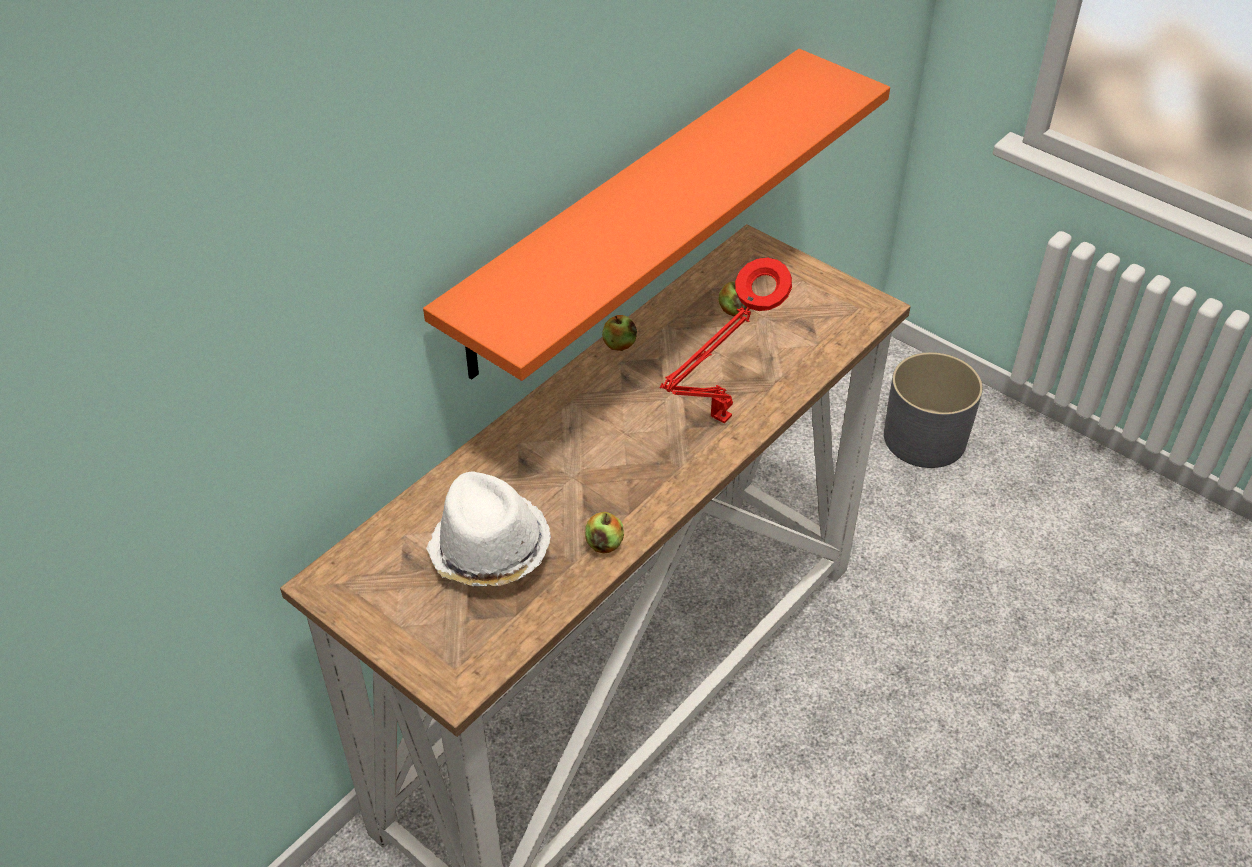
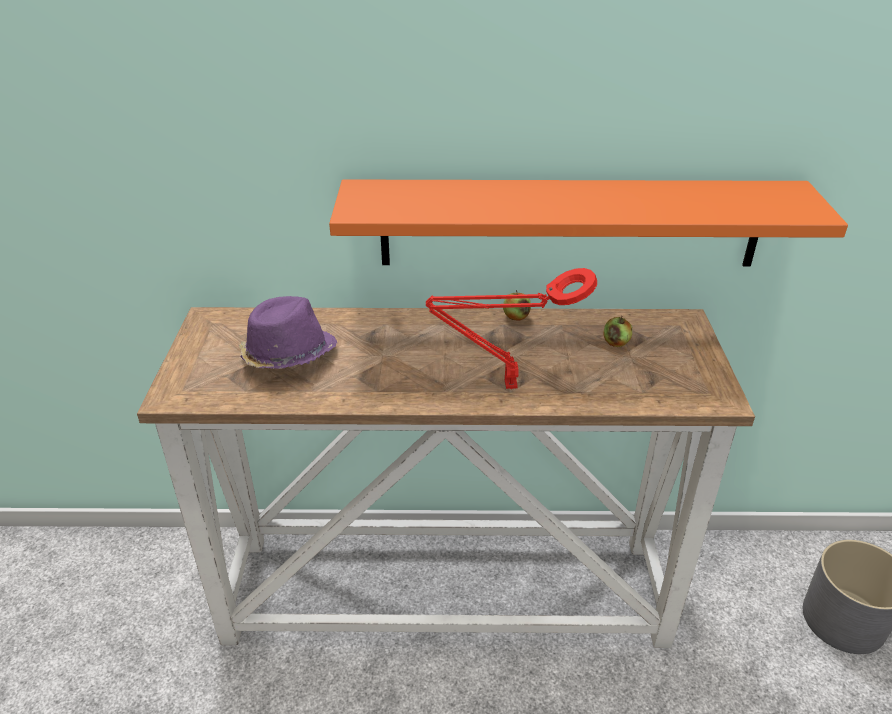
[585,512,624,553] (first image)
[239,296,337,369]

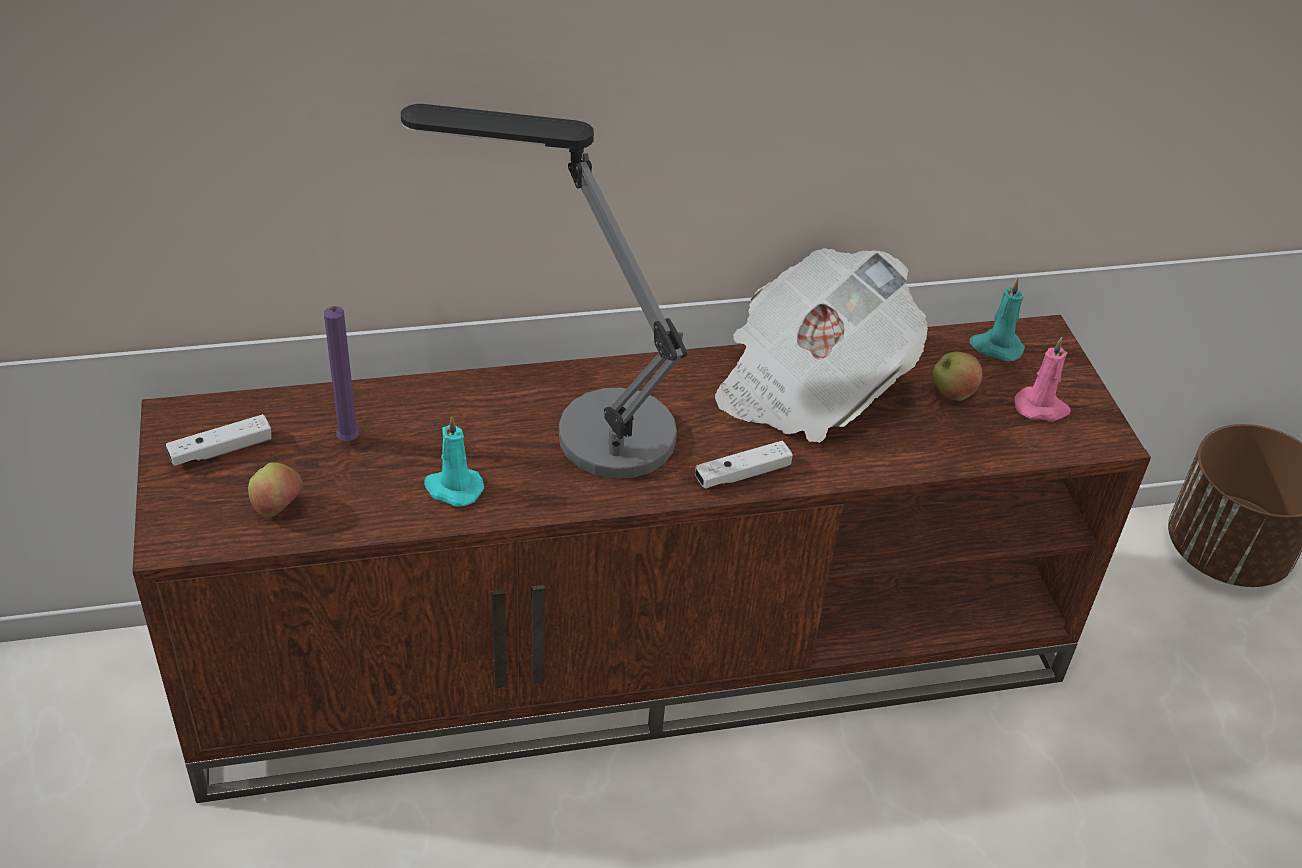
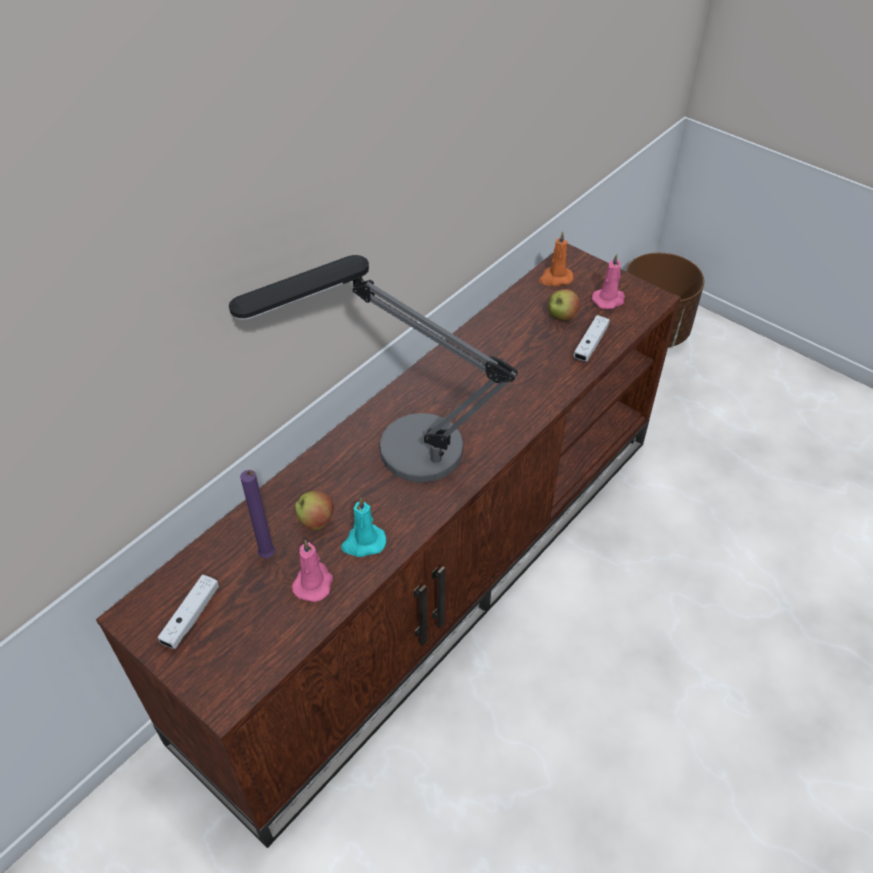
[715,248,928,443] (first image)
[292,540,333,602]
[295,491,334,530]
[573,315,610,361]
[539,231,573,286]

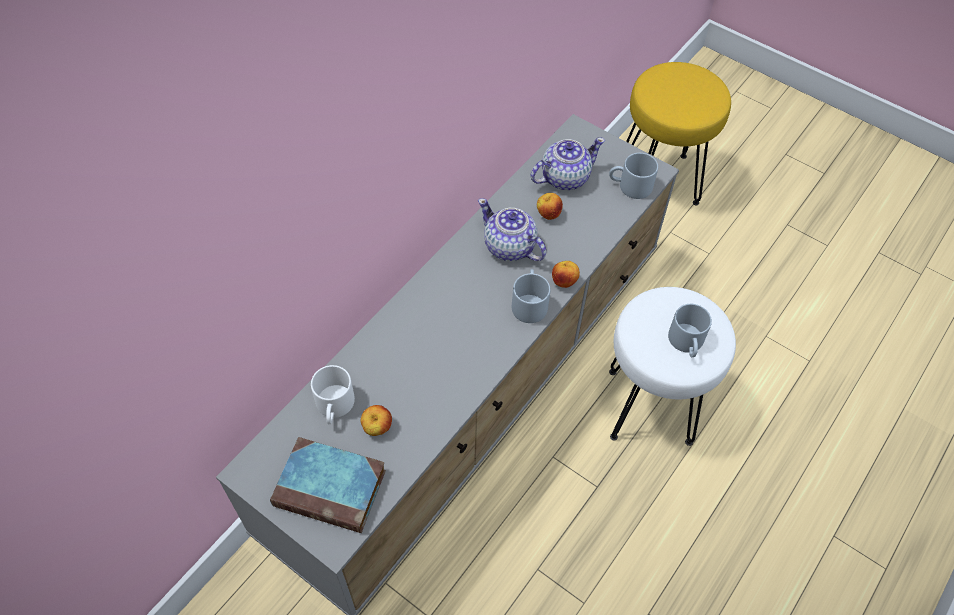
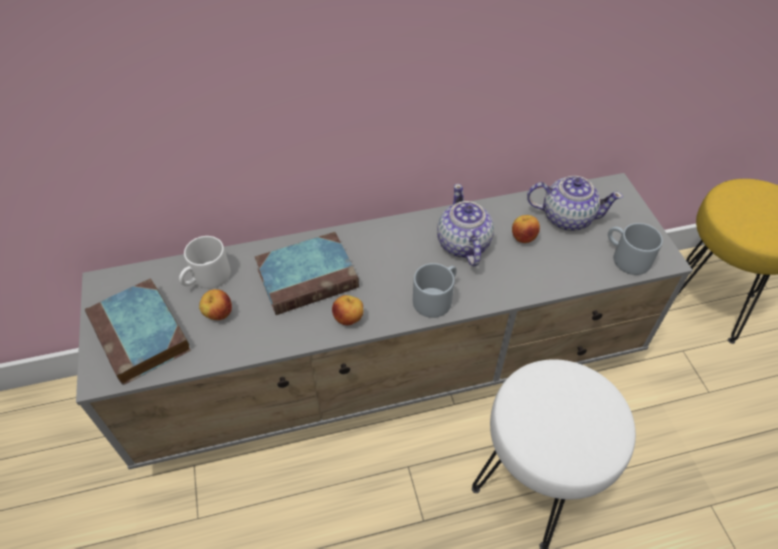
[668,304,712,357] (first image)
[255,232,359,315]
[332,295,364,325]

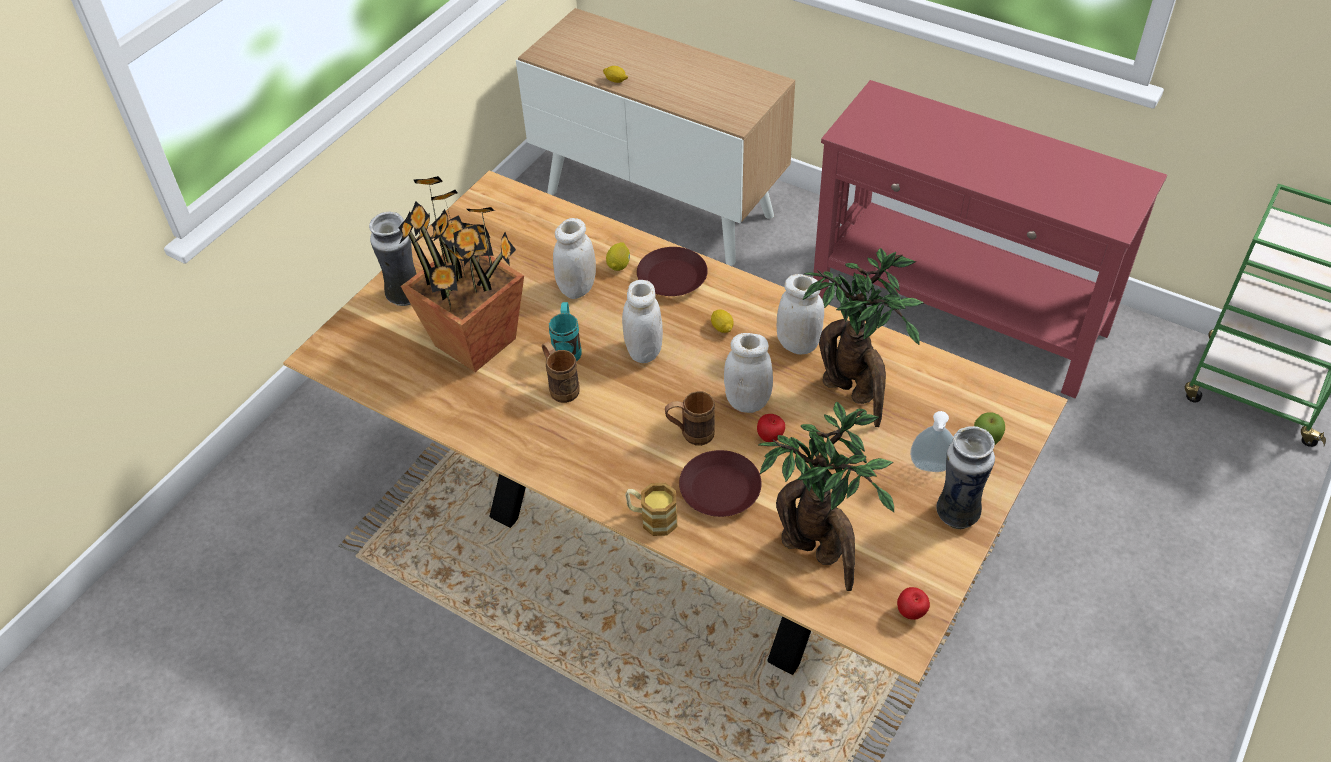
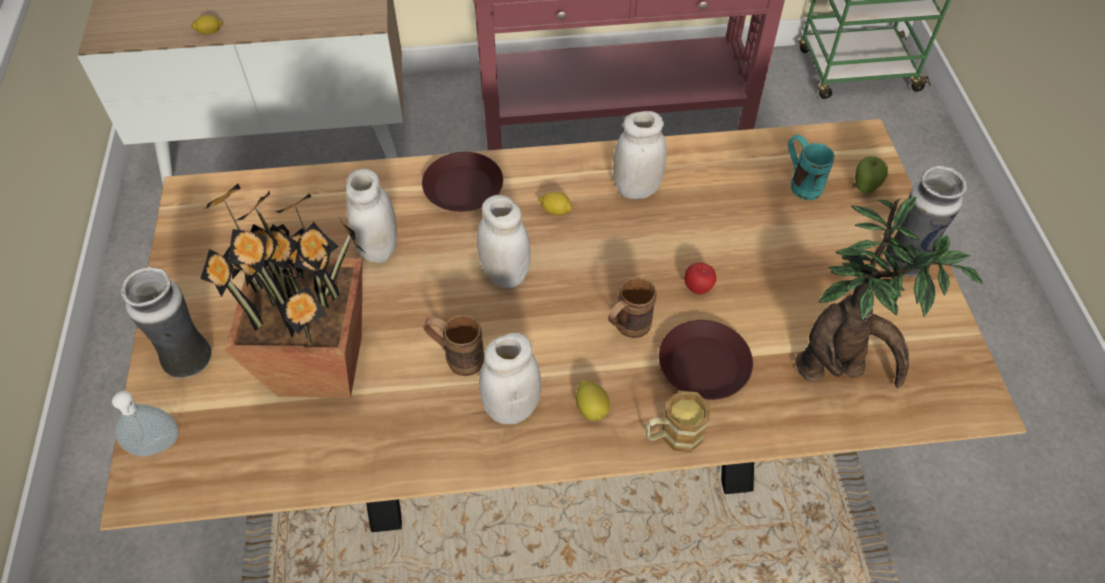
[803,248,924,427] (first image)
[897,587,930,620] (first image)
[788,135,835,200]
[576,380,610,421]
[479,333,541,424]
[112,391,179,457]

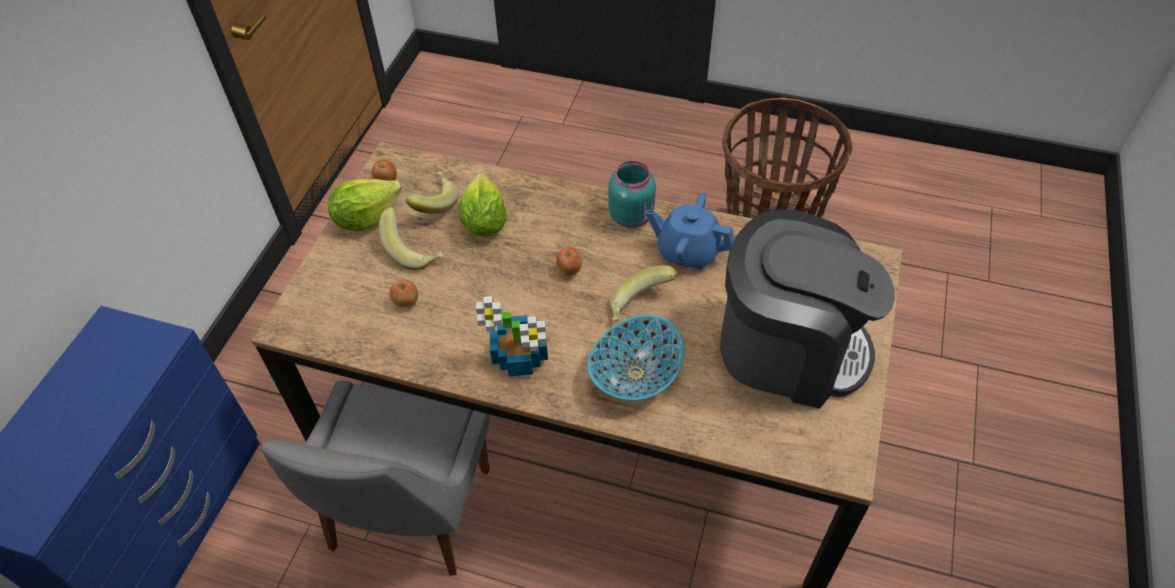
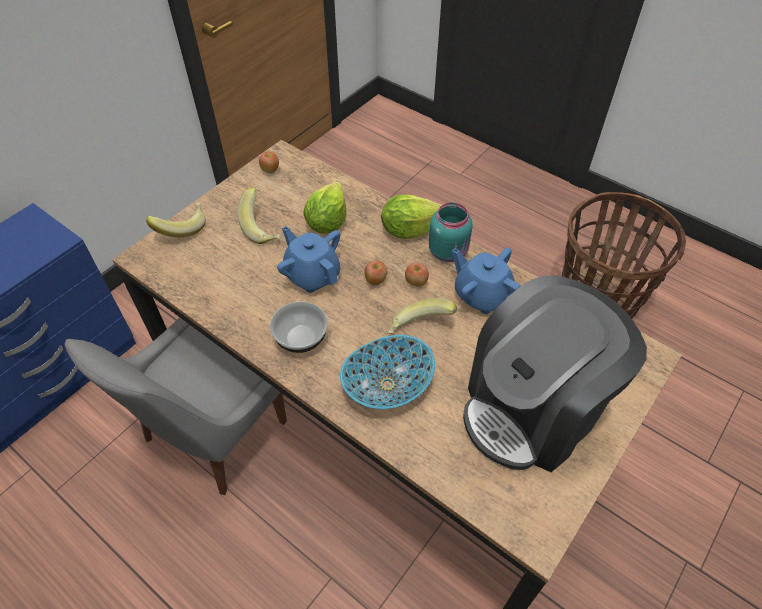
[277,226,340,293]
[381,195,442,239]
[405,262,429,287]
[146,203,206,237]
[270,302,328,353]
[463,276,647,472]

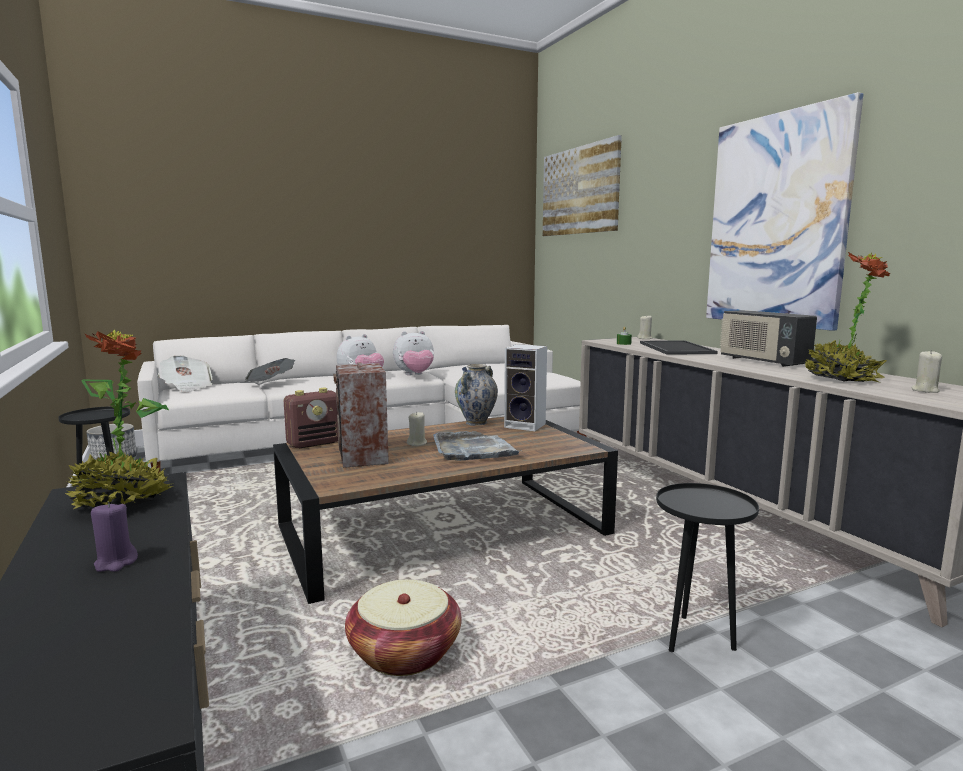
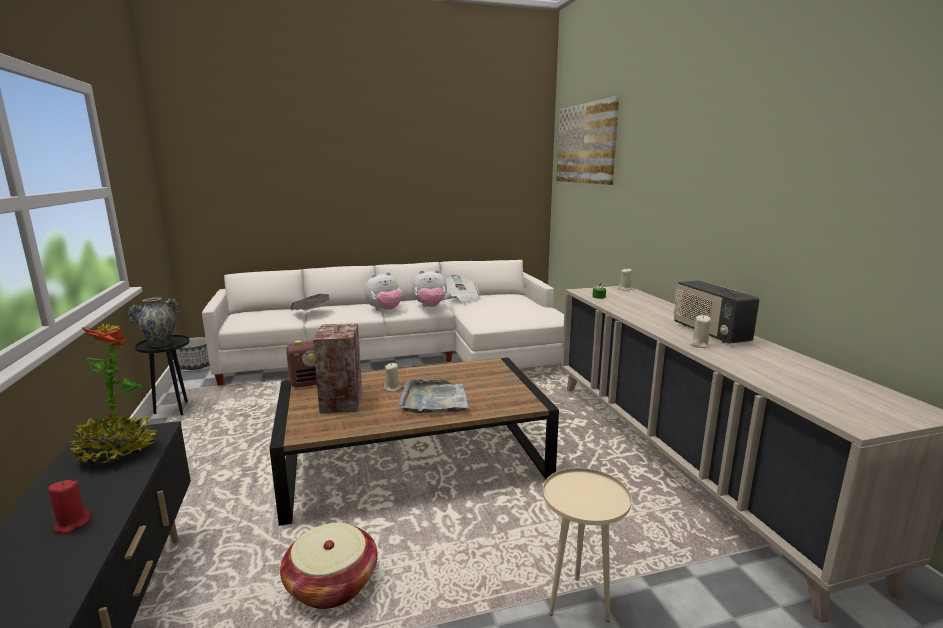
[504,344,547,431] (first image)
[640,340,718,355] (first image)
[706,92,863,331] (first image)
[805,252,890,382] (first image)
[445,275,480,303]
[128,297,180,347]
[690,315,711,348]
[48,480,91,534]
[543,468,632,622]

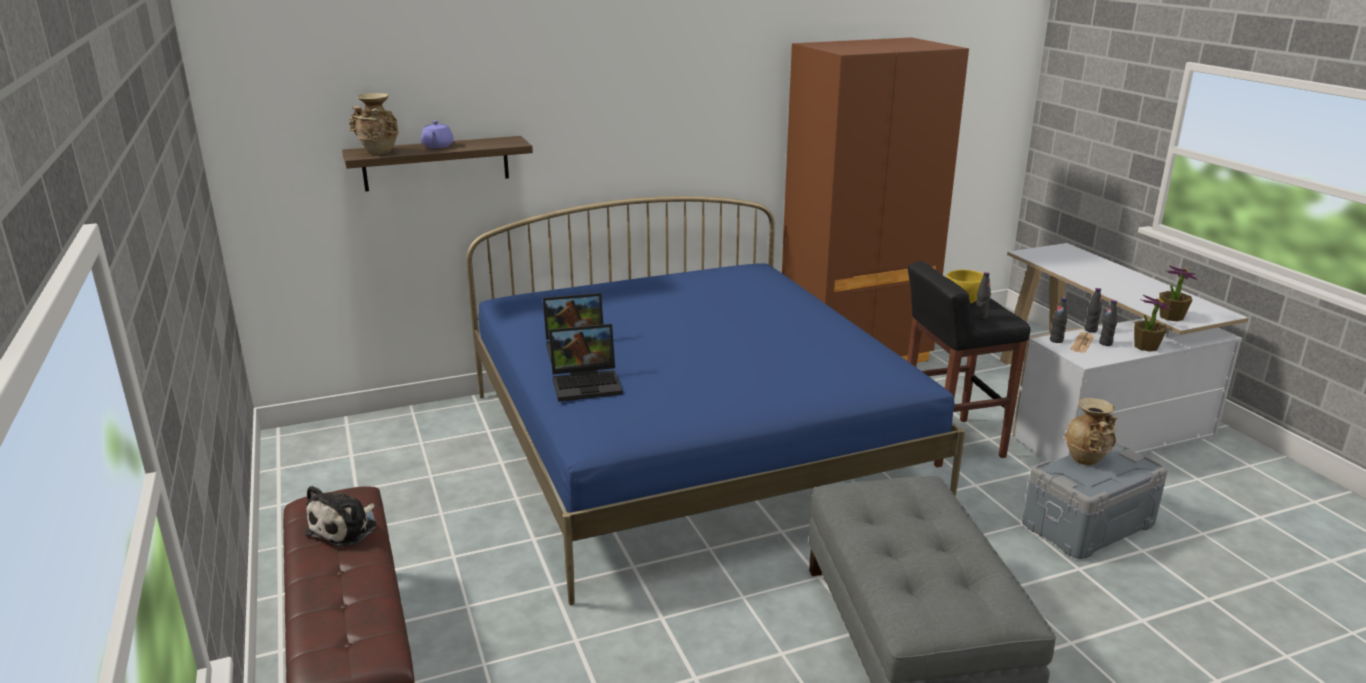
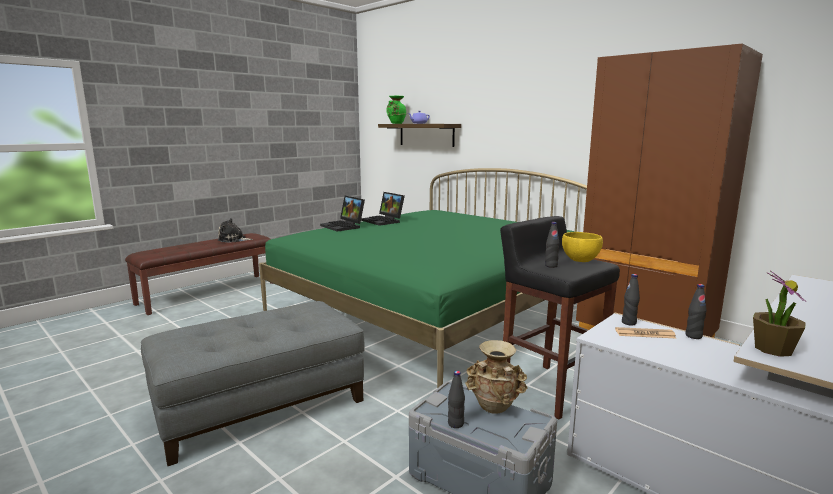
[1134,295,1172,352] (first image)
[448,371,465,428]
[386,96,406,124]
[259,168,587,388]

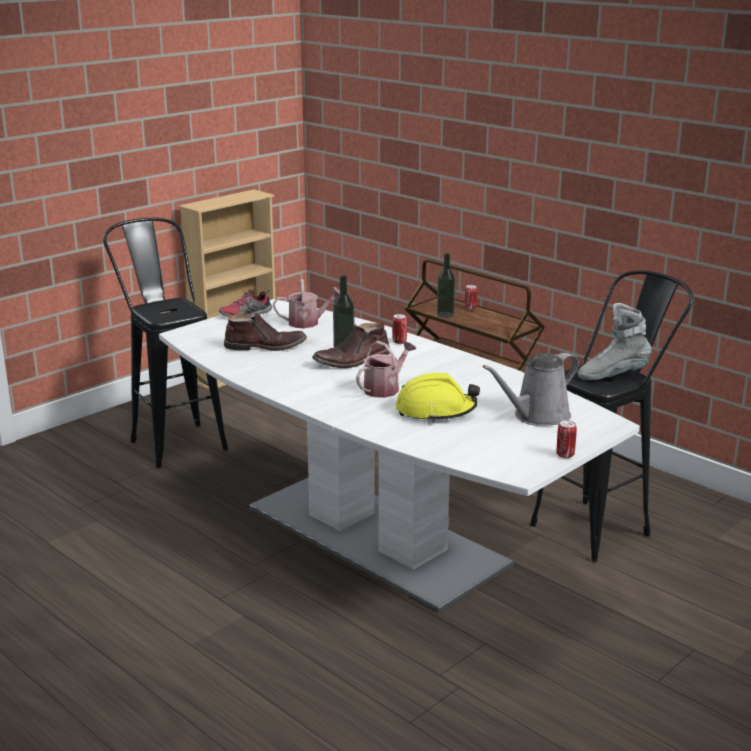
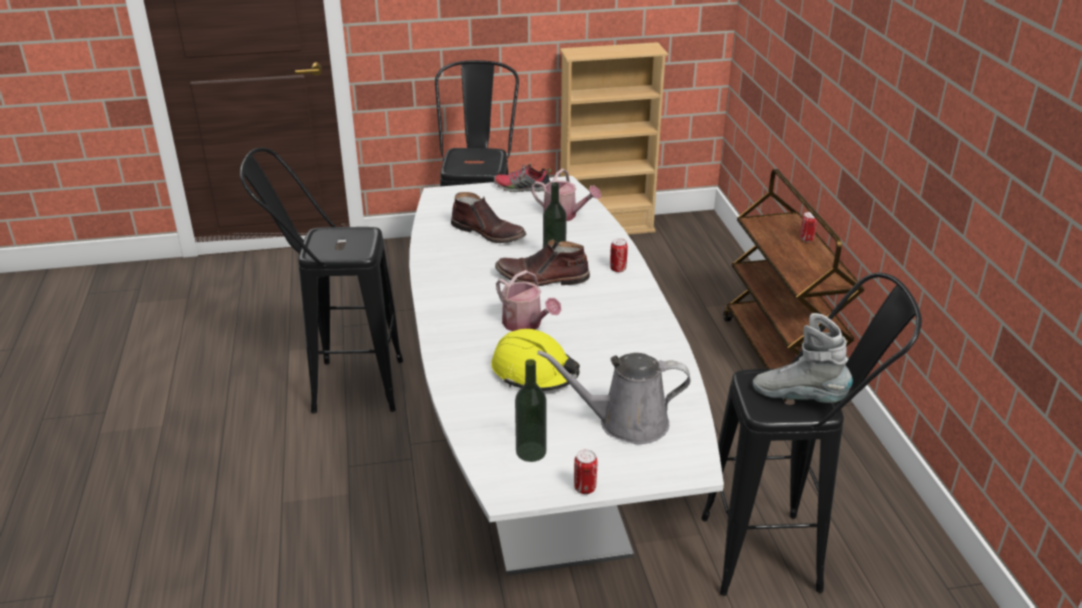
[240,148,403,414]
[515,359,547,462]
[496,270,561,331]

